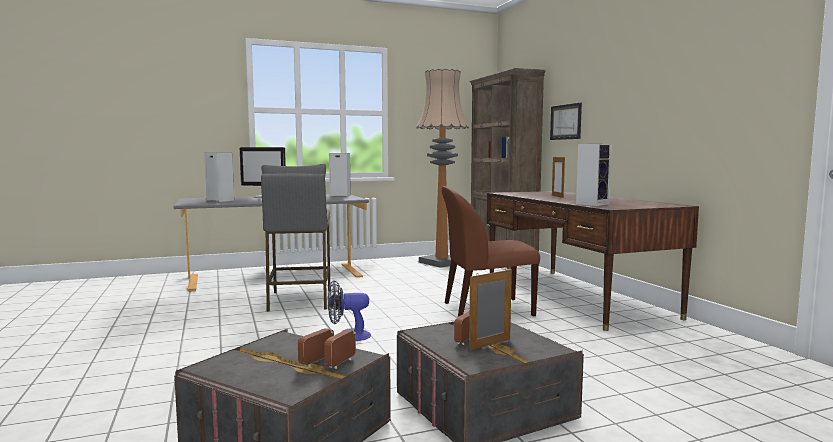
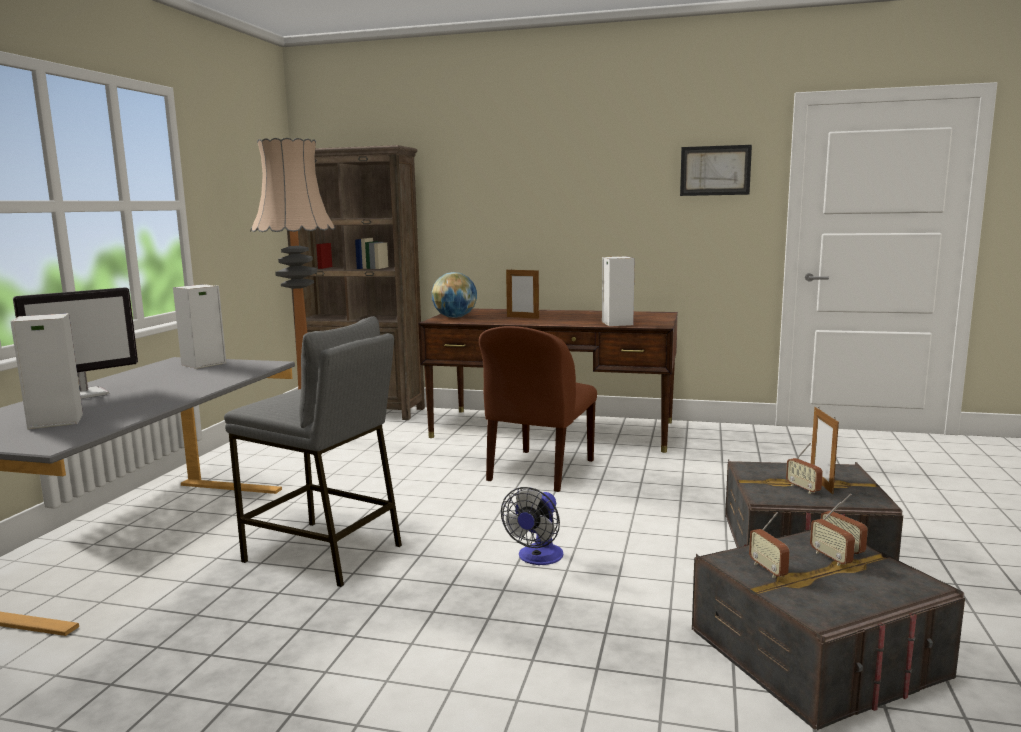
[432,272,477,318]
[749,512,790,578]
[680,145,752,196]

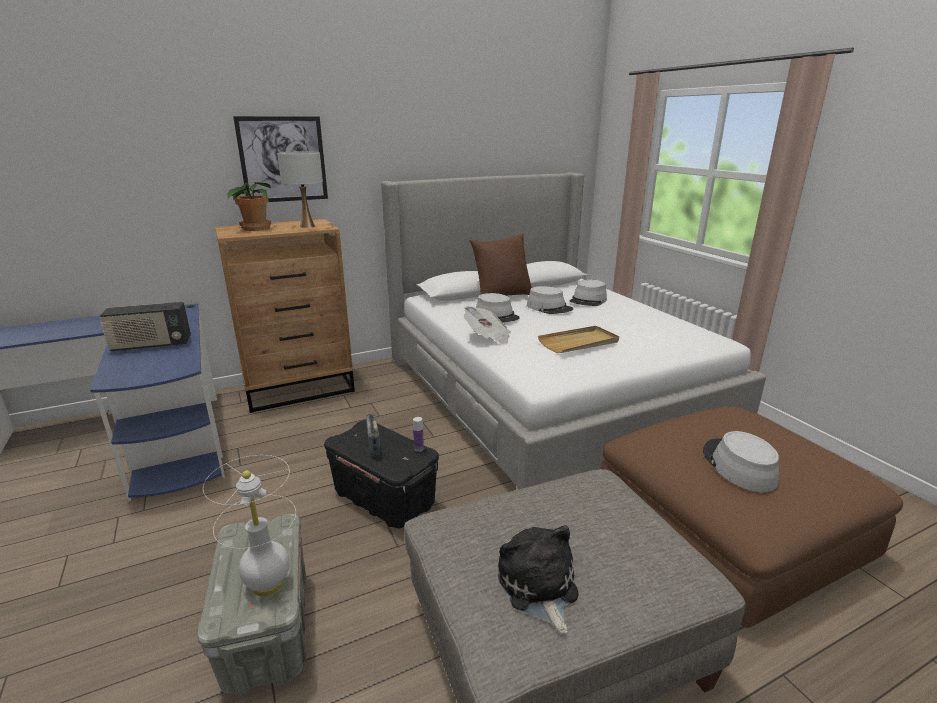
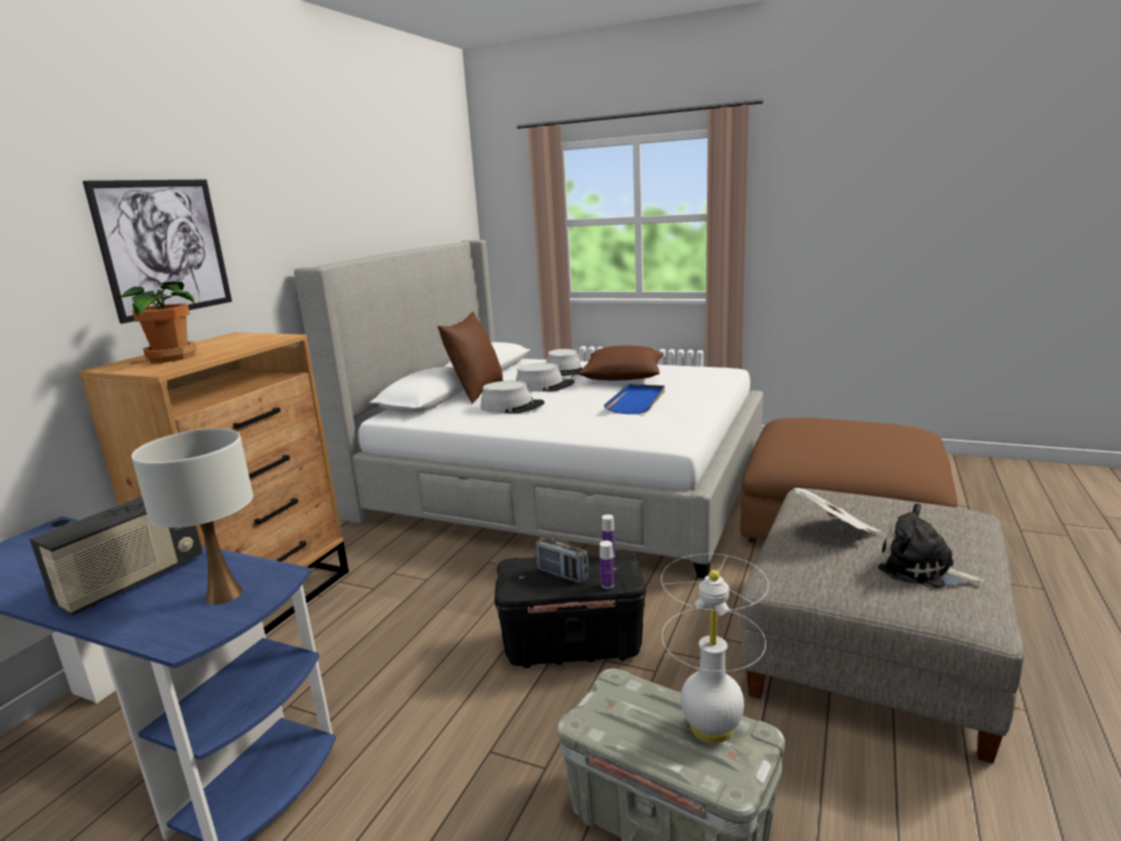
[703,431,779,492] (first image)
[579,345,664,381]
[600,541,614,589]
[131,428,253,605]
[793,488,880,532]
[604,384,665,414]

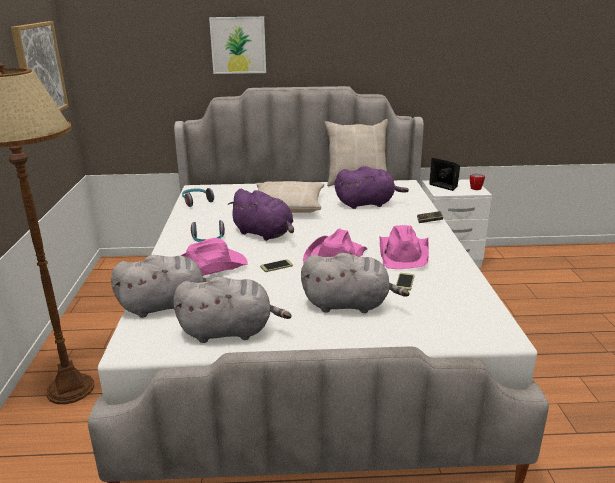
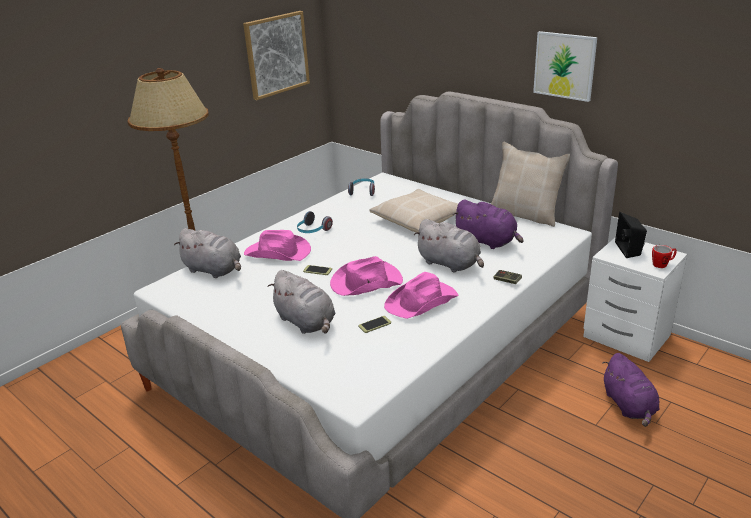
[414,219,484,272]
[533,31,597,102]
[602,353,659,427]

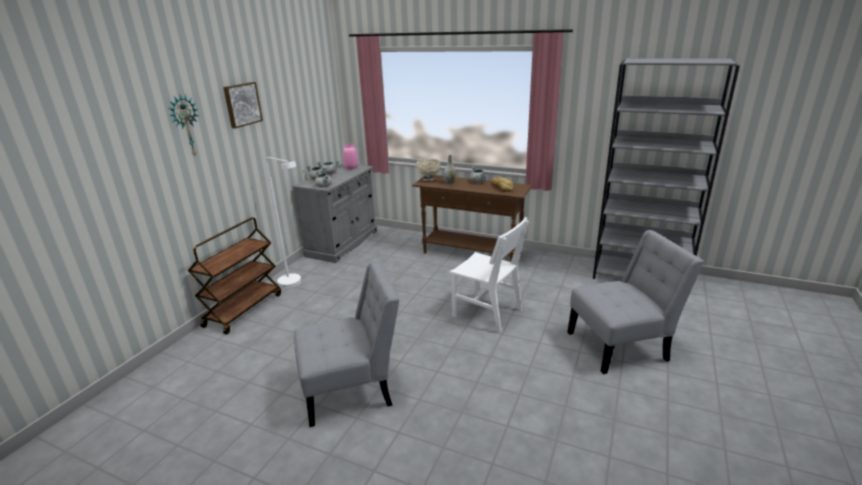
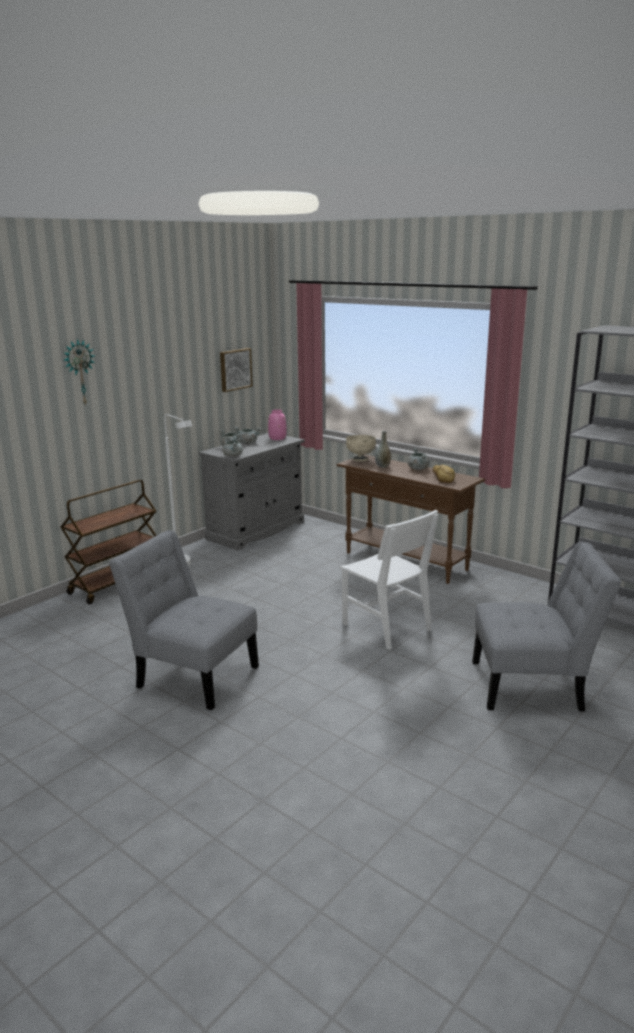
[220,348,253,392]
[109,530,259,710]

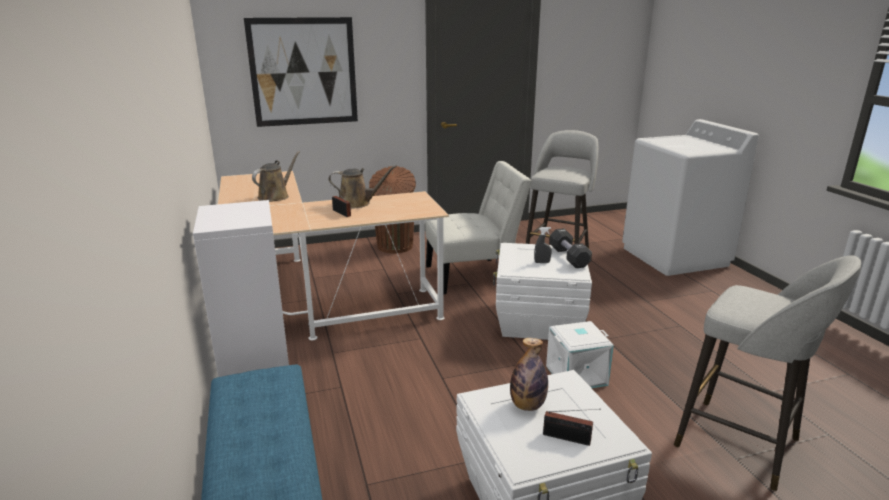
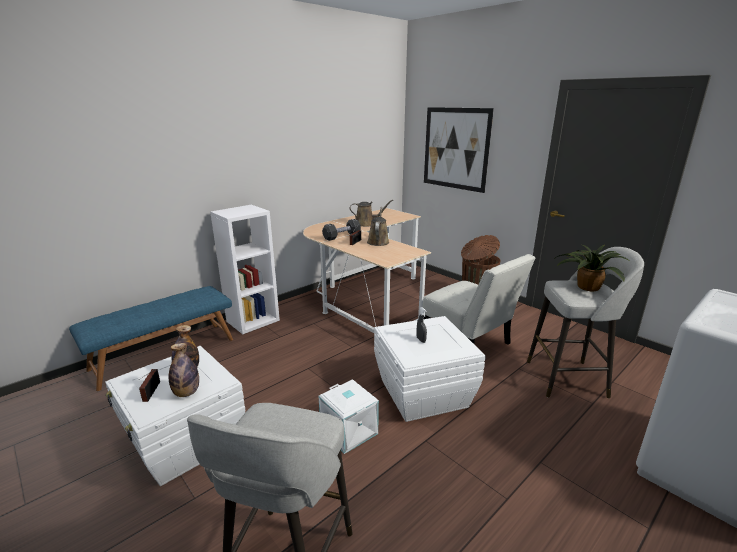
[169,343,199,397]
[553,245,629,291]
[322,219,361,241]
[367,207,389,246]

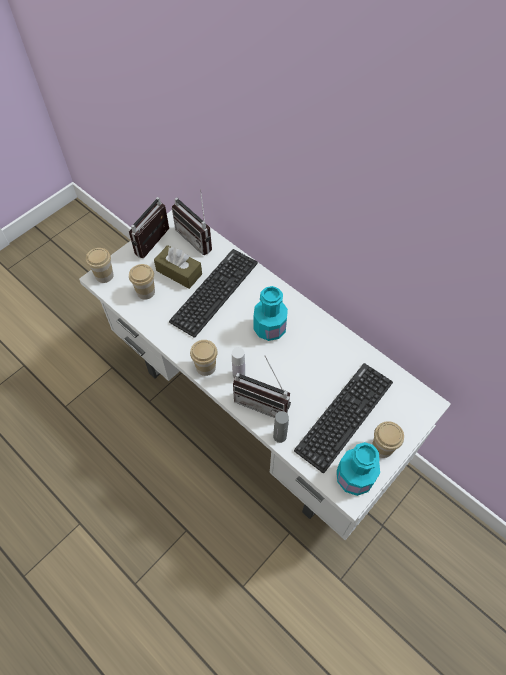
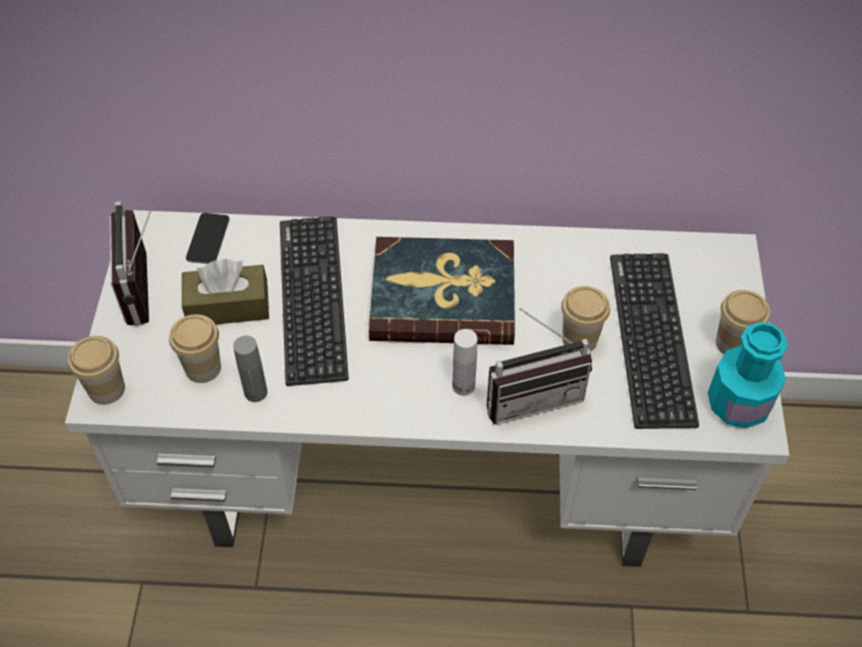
[561,286,610,352]
[233,335,267,402]
[186,213,230,264]
[369,237,515,345]

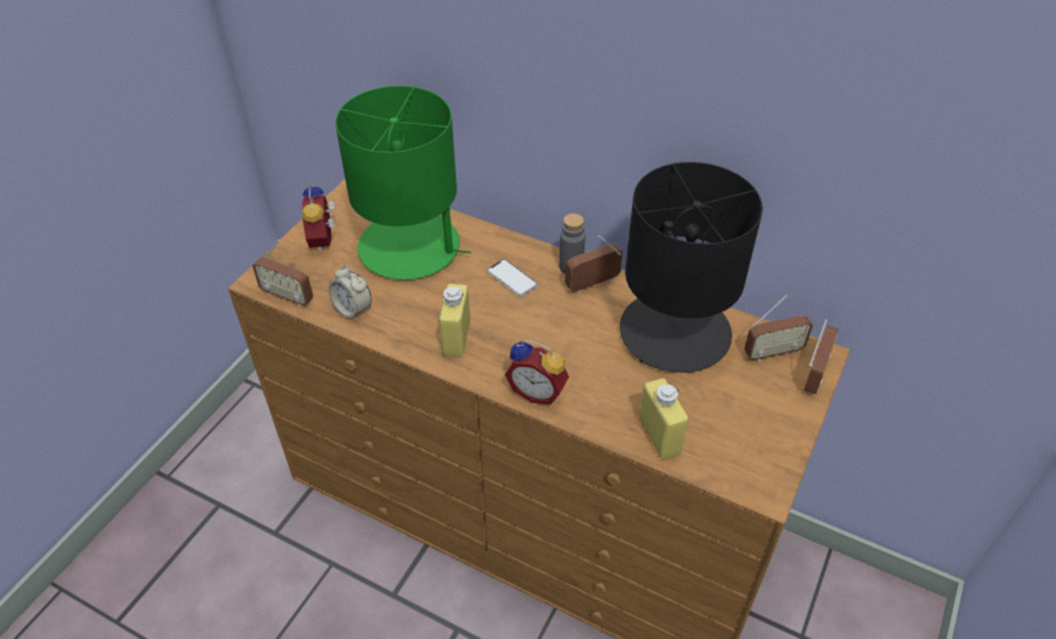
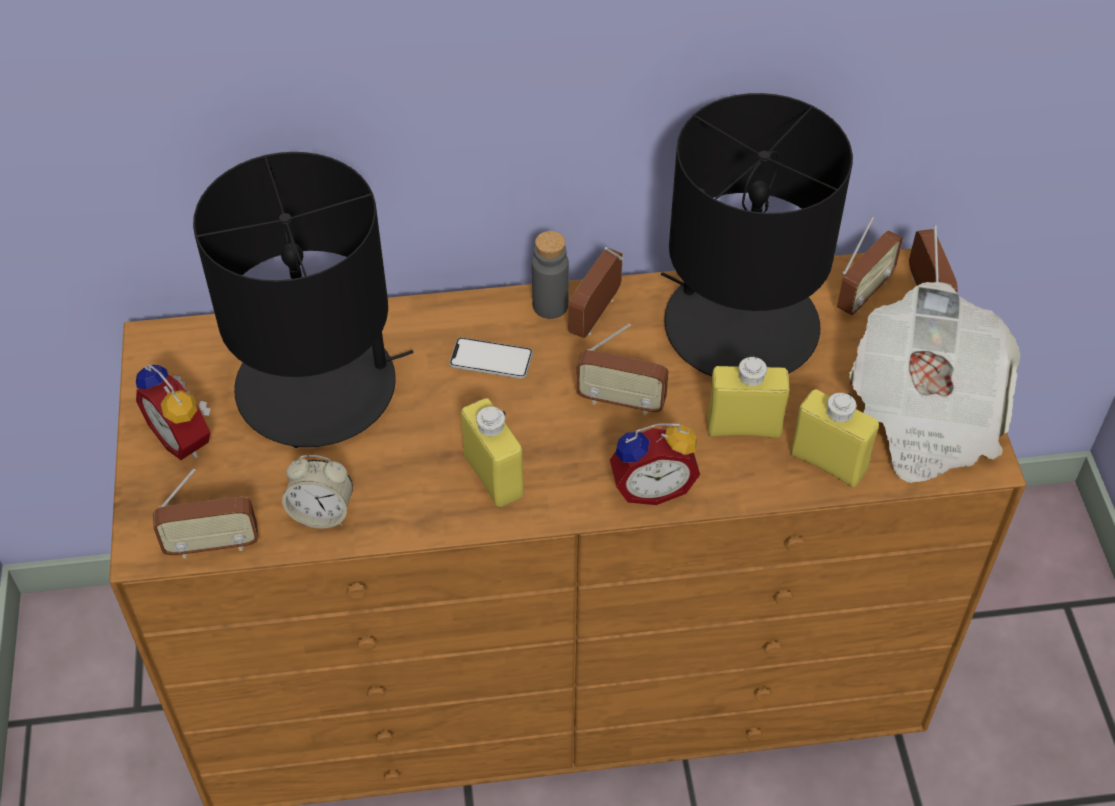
[576,324,669,415]
[707,355,789,438]
[850,282,1021,483]
[193,152,414,448]

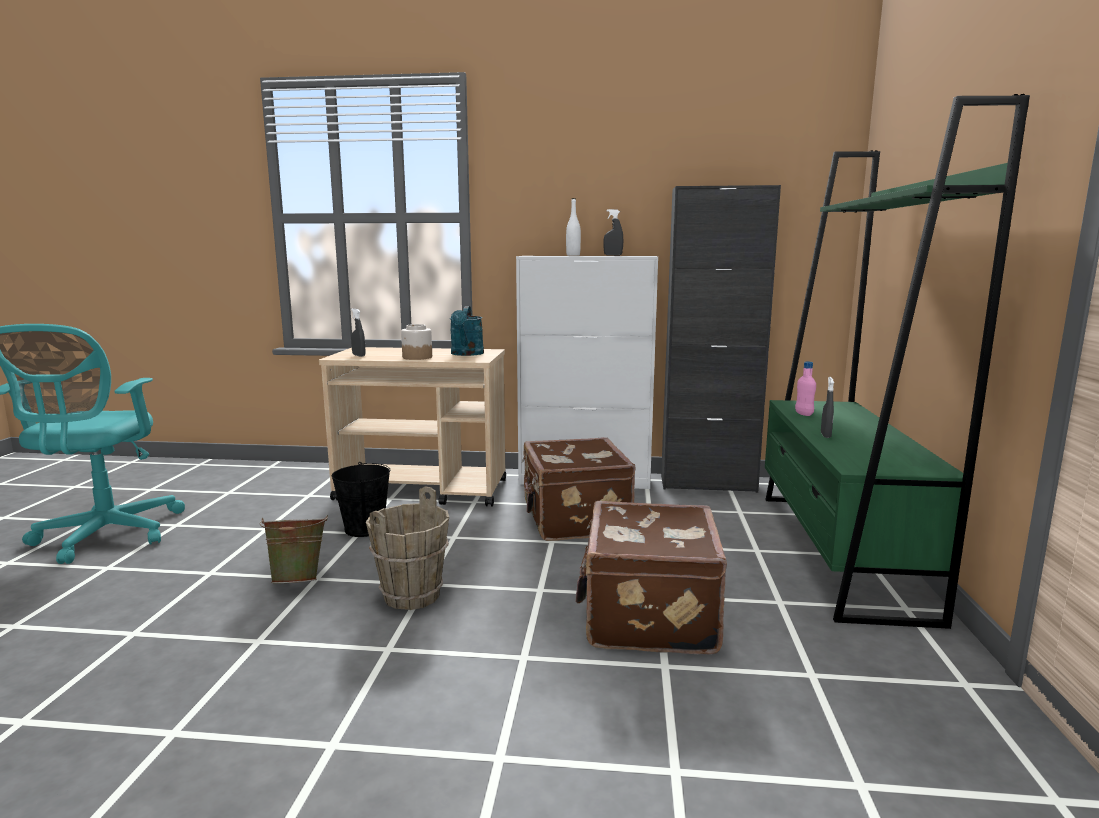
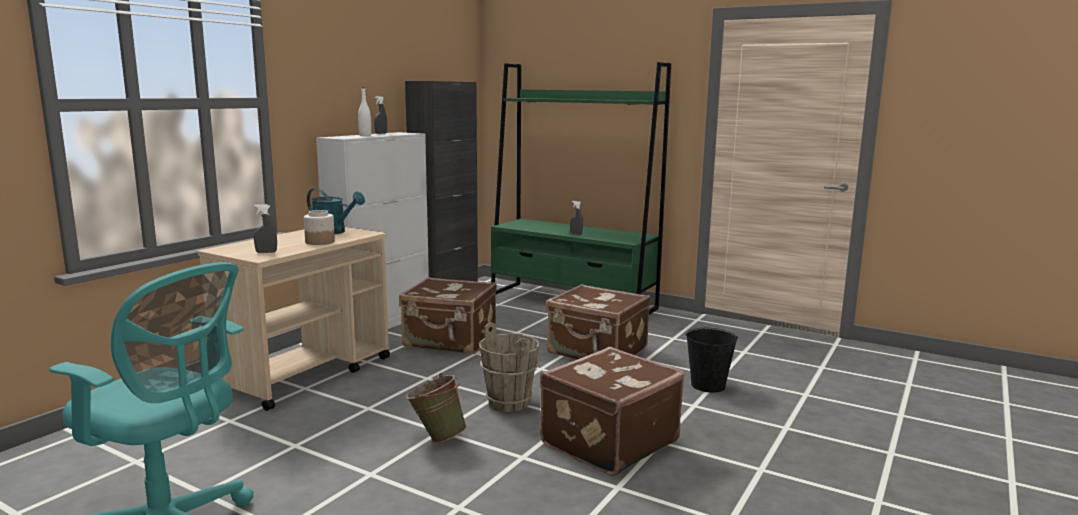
[795,361,816,416] (first image)
[540,347,685,476]
[686,328,738,392]

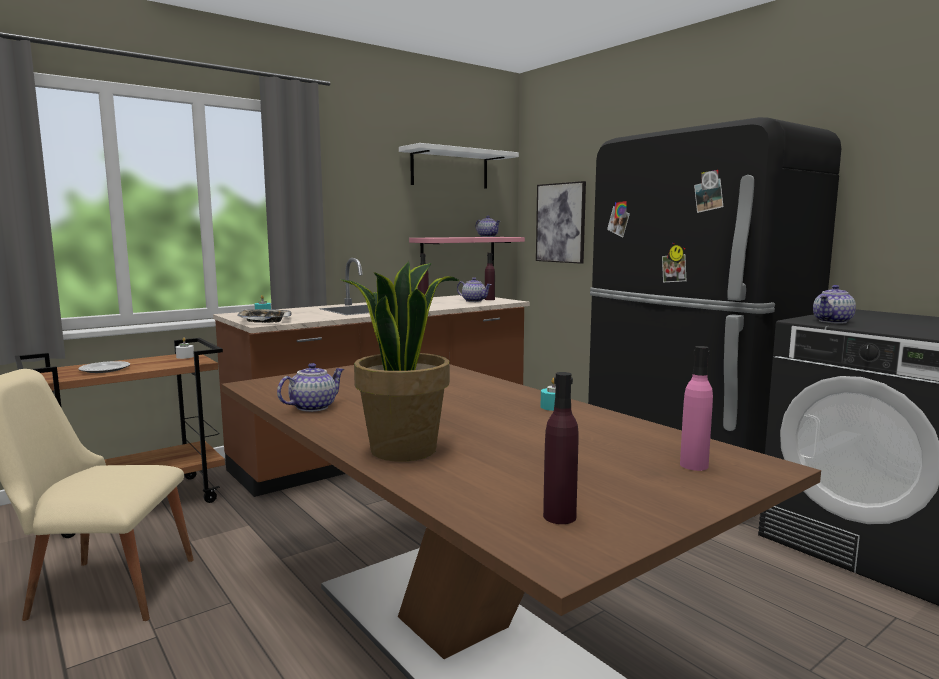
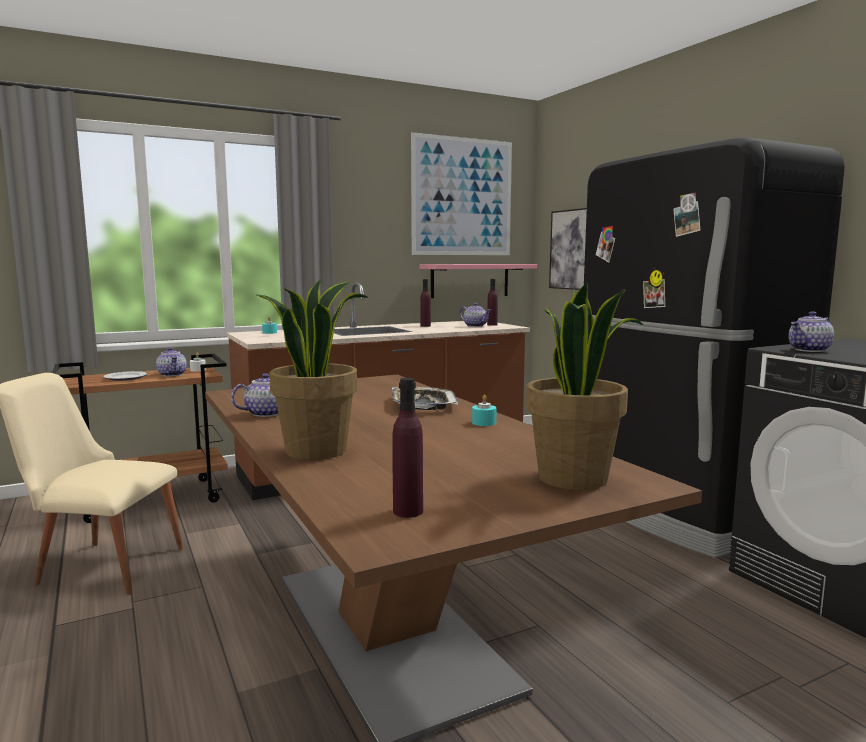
[392,387,459,410]
[156,347,187,377]
[411,132,512,255]
[526,282,643,490]

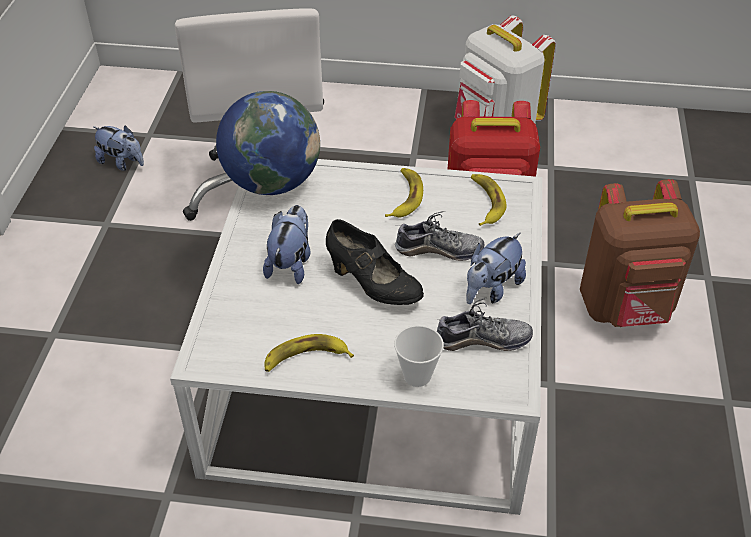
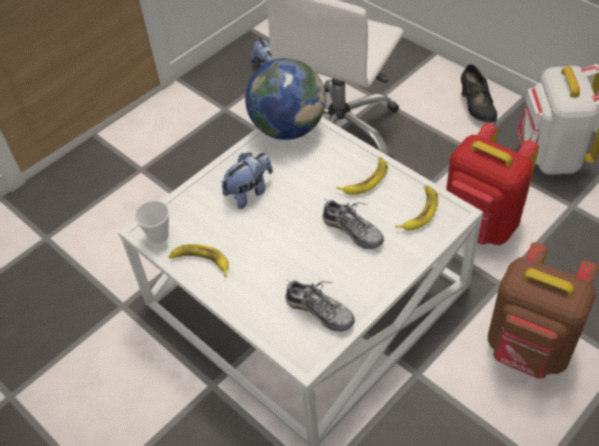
[466,232,526,304] (first image)
[461,64,497,123]
[134,200,169,244]

